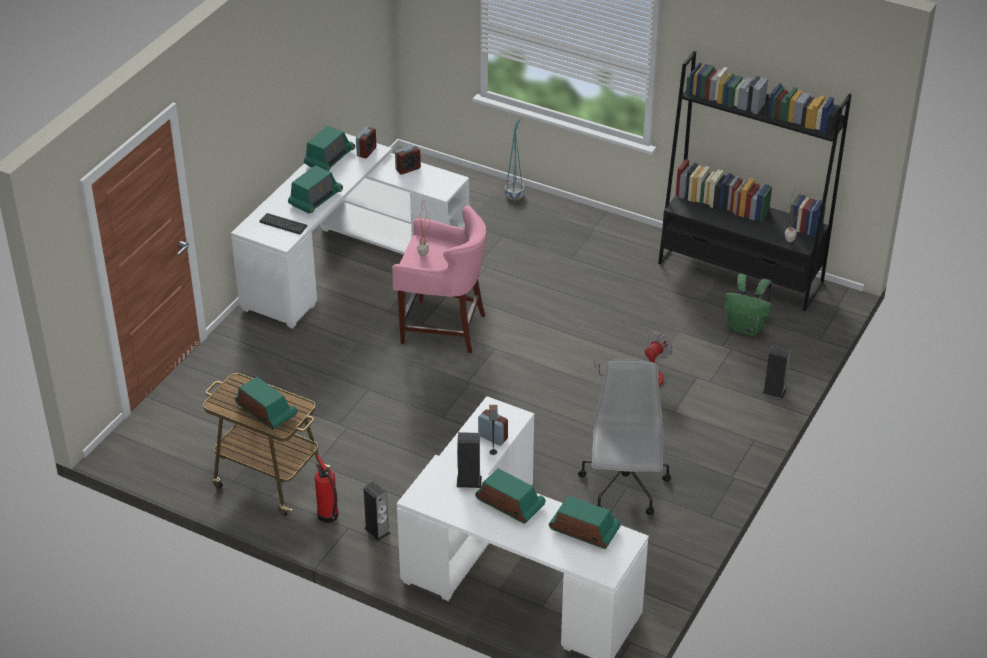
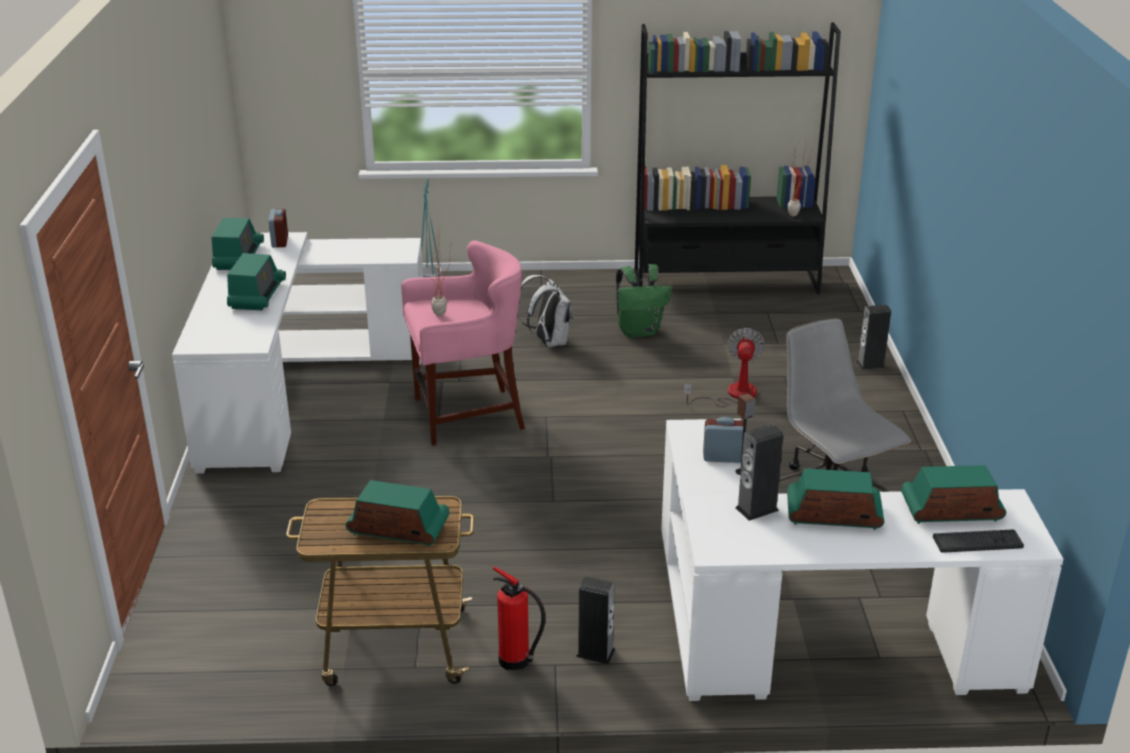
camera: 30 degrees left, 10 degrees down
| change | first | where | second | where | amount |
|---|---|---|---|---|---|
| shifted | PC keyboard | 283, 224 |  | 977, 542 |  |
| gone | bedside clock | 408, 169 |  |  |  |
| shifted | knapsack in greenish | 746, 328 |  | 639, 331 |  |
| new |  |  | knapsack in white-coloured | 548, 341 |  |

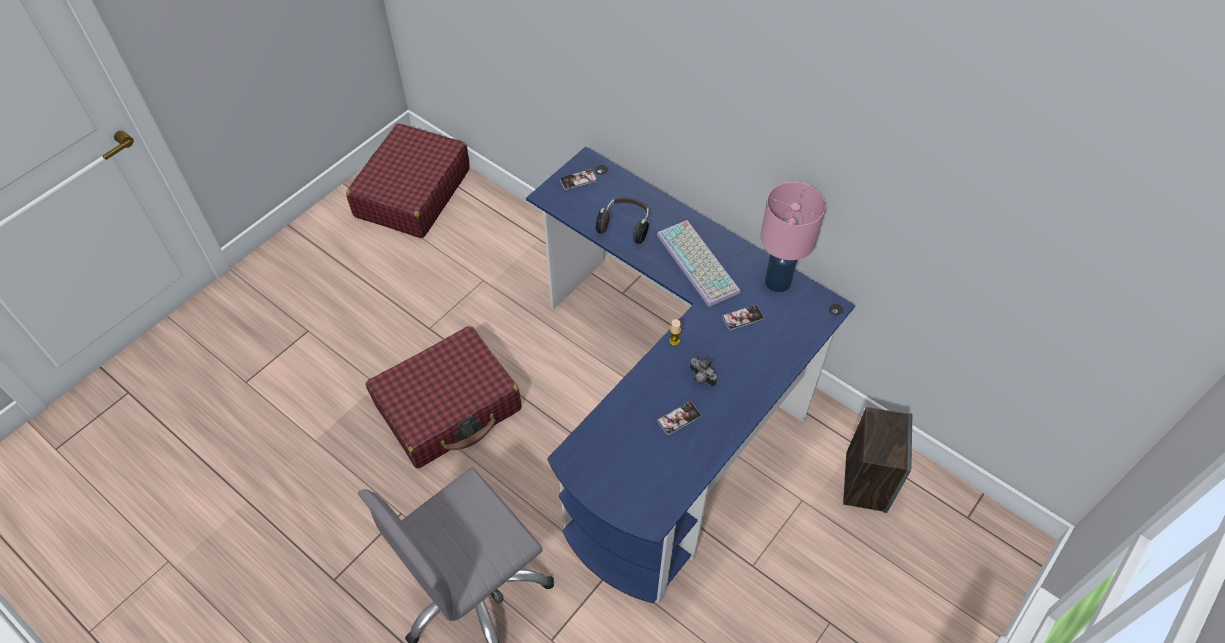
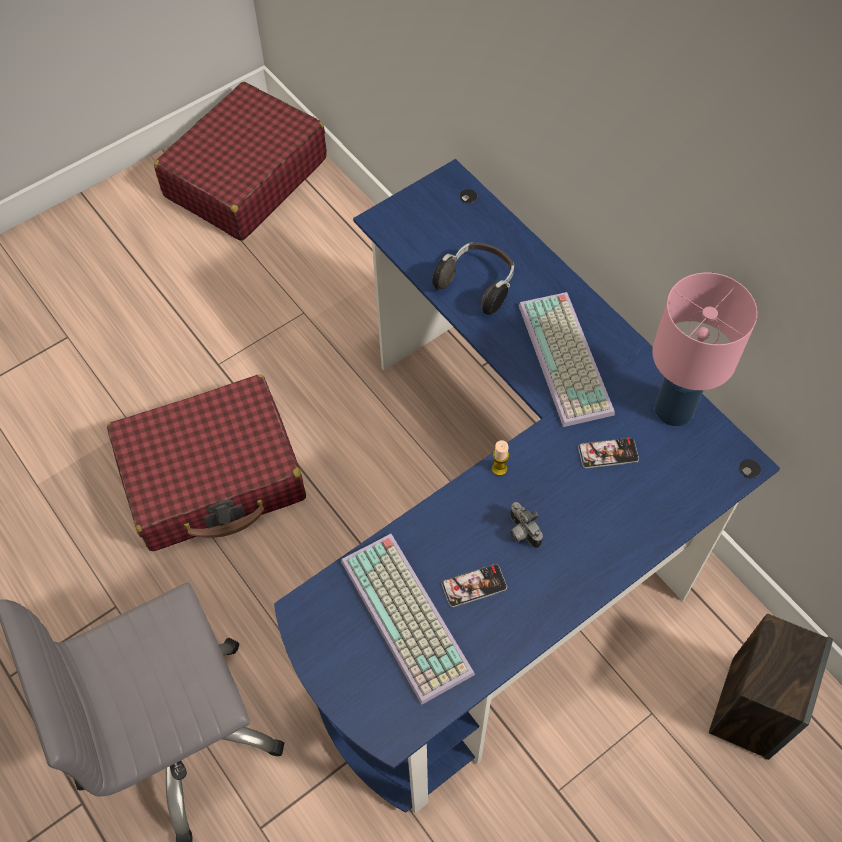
camera: 15 degrees right, 5 degrees up
| change | first | where | second | where | amount |
|---|---|---|---|---|---|
| gone | phone | 578, 180 |  |  |  |
| new |  |  | PC keyboard | 410, 617 |  |

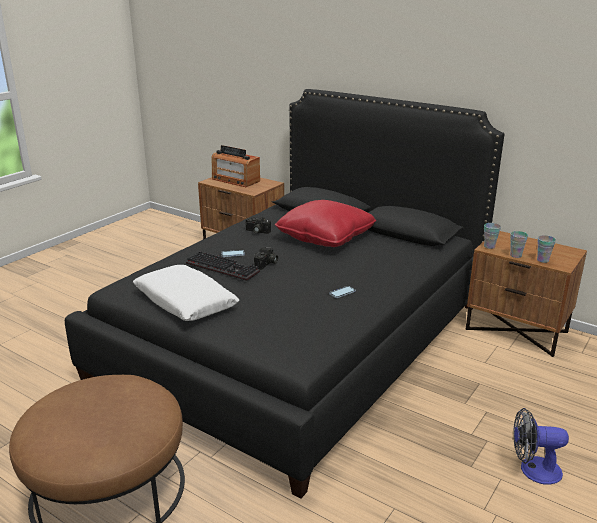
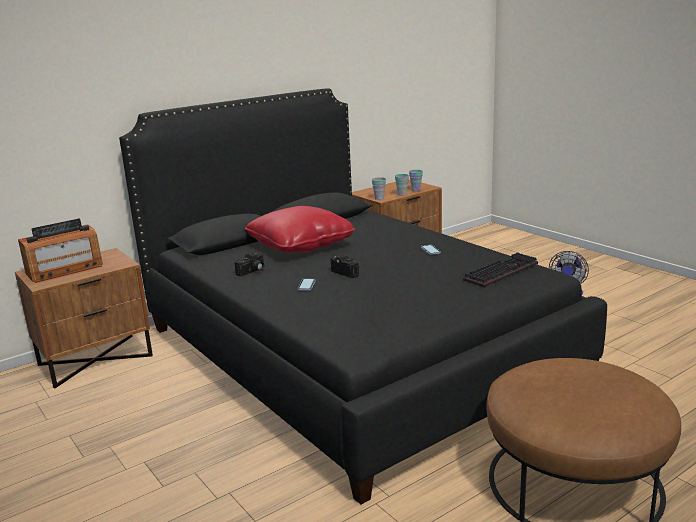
camera: 70 degrees left, 5 degrees down
| change | first | where | second | where | amount |
|---|---|---|---|---|---|
| gone | cushion in white-coloured | 185, 302 |  |  |  |
| shifted | PC keyboard | 224, 267 |  | 501, 271 |  |

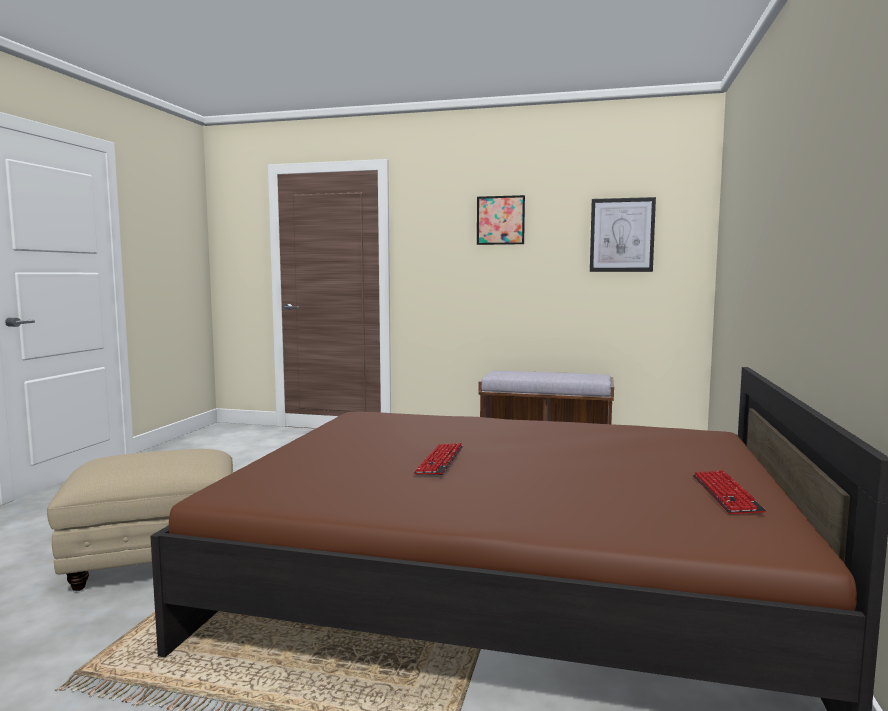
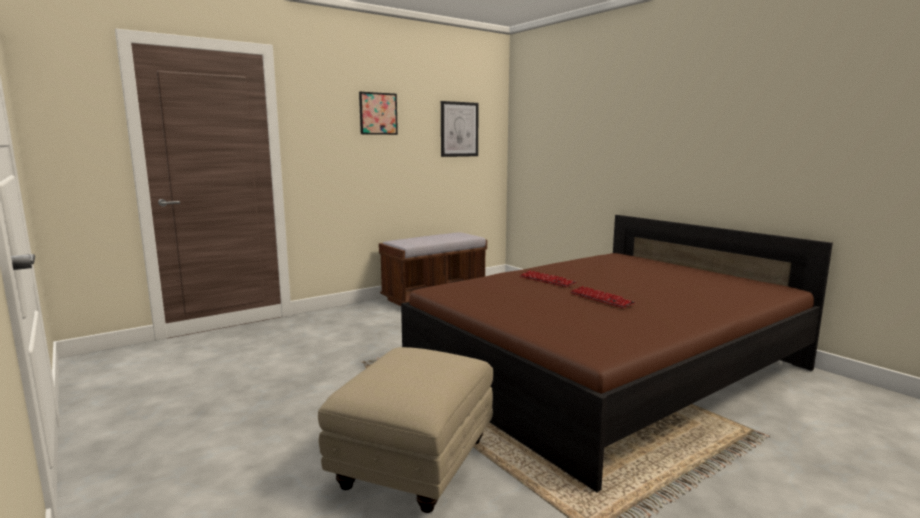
camera: 50 degrees left, 5 degrees up
| change | first | where | second | where | amount |
|---|---|---|---|---|---|
| shifted | PC keyboard | 726, 494 |  | 547, 280 |  |

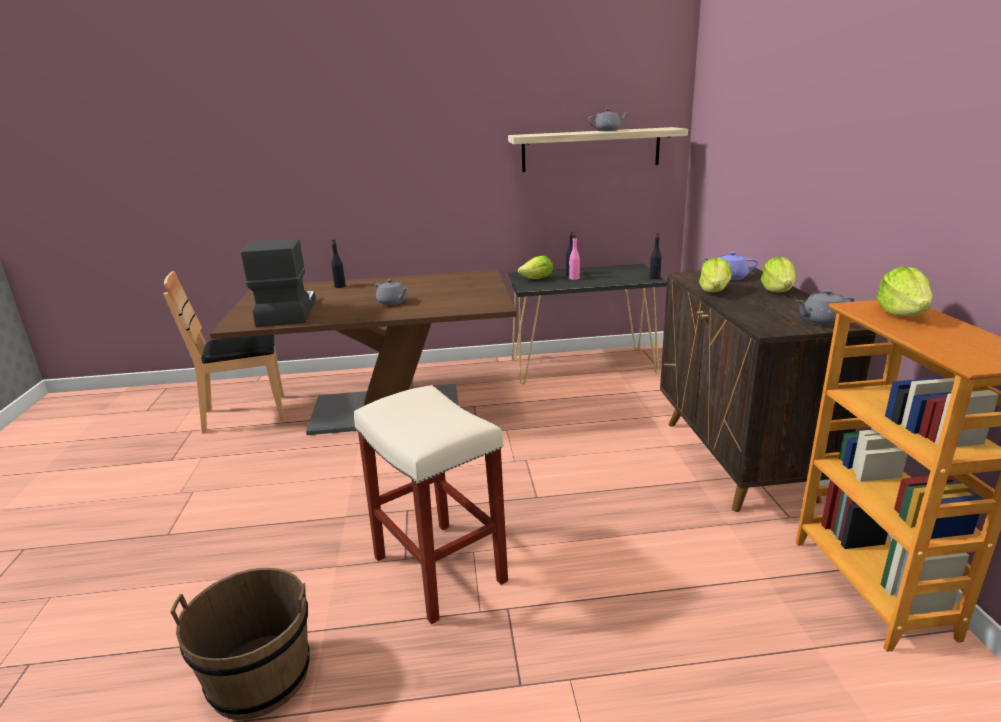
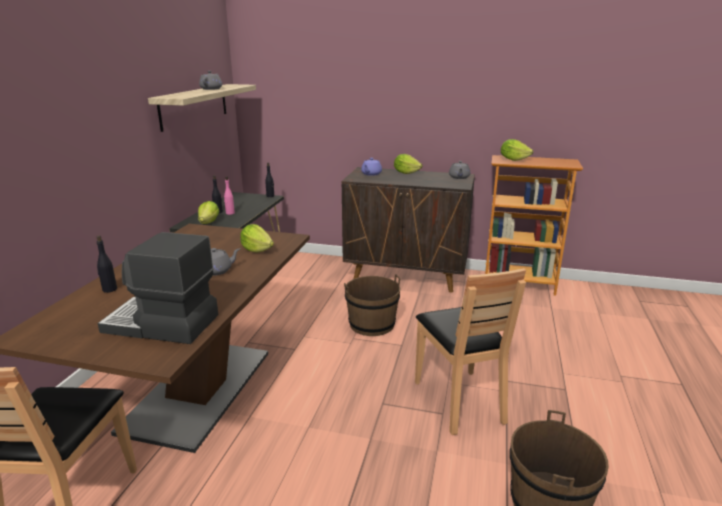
camera: 70 degrees left, 0 degrees up
| change | first | where | second | where | amount |
|---|---|---|---|---|---|
| swapped | sitting stool in beige-coloured | 437, 568 | chair in brownish | 459, 400 |  |
| shifted | lettuce head | 714, 291 |  | 257, 250 |  |
| new |  |  | bucket in brownish | 371, 324 |  |

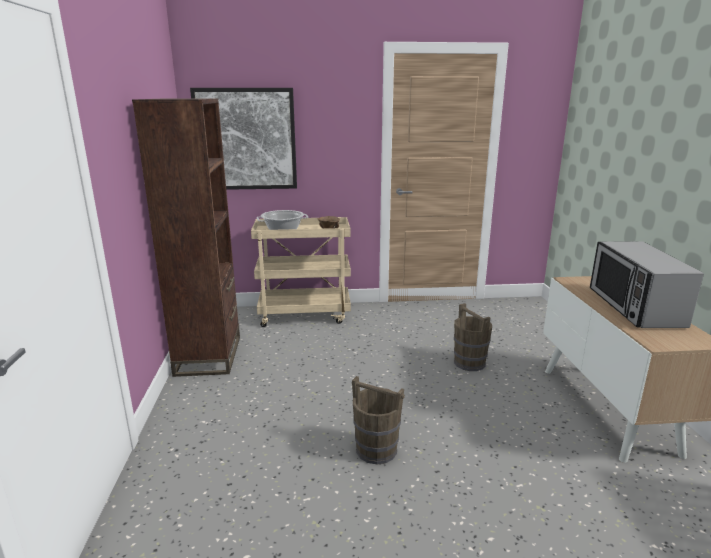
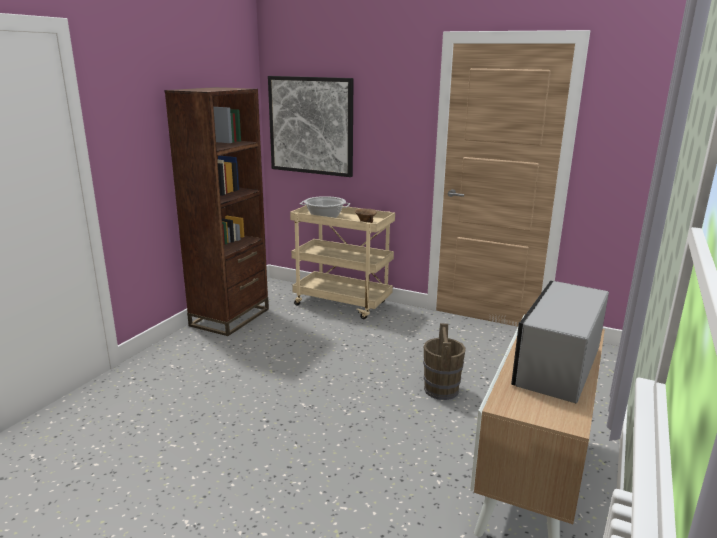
camera: 30 degrees right, 0 degrees up
| change | first | where | second | where | amount |
|---|---|---|---|---|---|
| gone | bucket in brownish | 376, 449 |  |  |  |

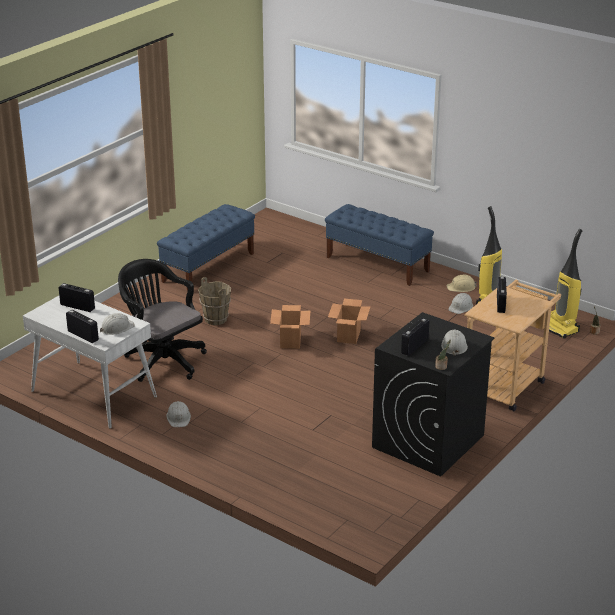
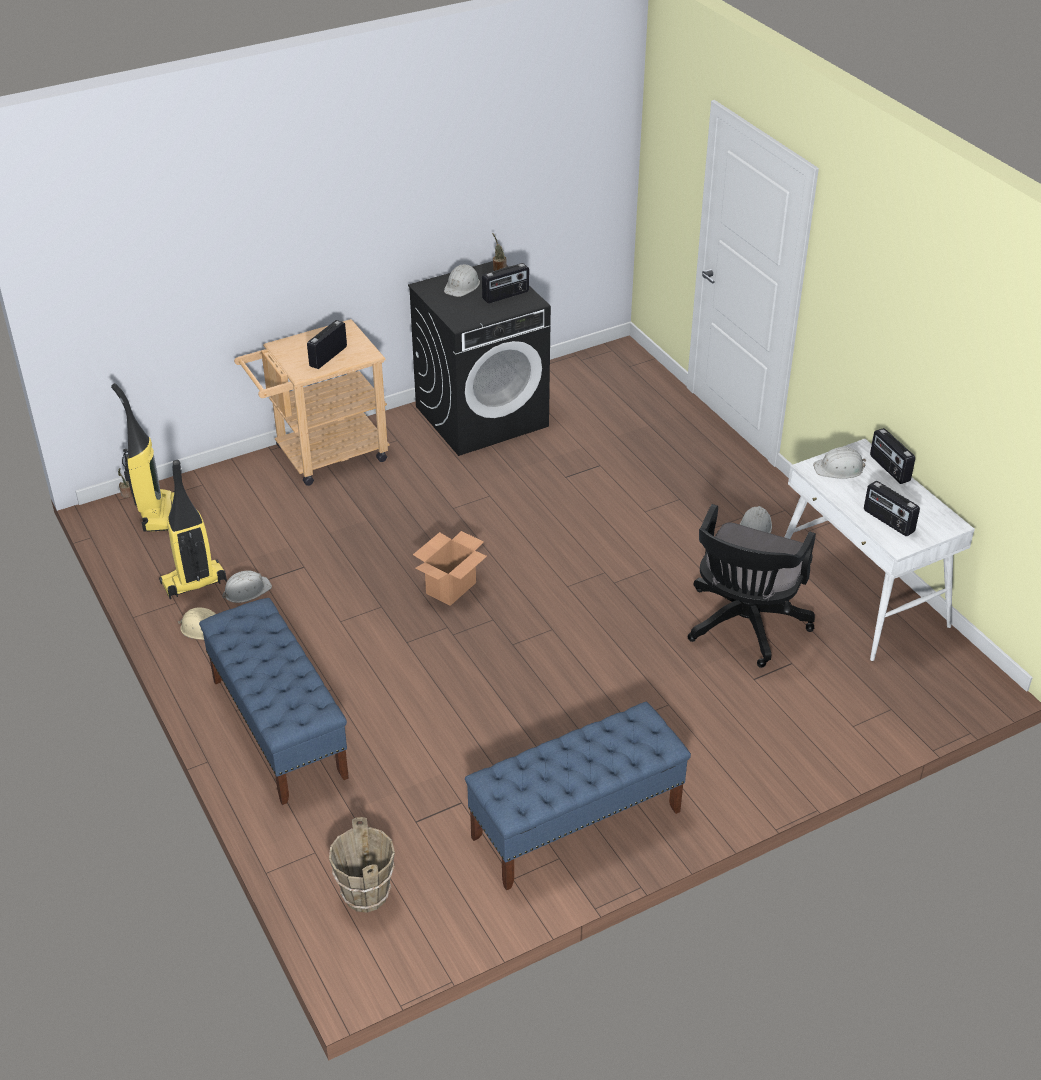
camera: 155 degrees left, 10 degrees up
| change | first | where | second | where | amount |
|---|---|---|---|---|---|
| rotated | computer chair in blackish | 162, 360 |  | 743, 627 | 45 degrees clockwise |
| shifted | bucket in brownish | 216, 319 |  | 365, 894 |  |
| gone | cardboard box | 290, 341 |  |  |  |

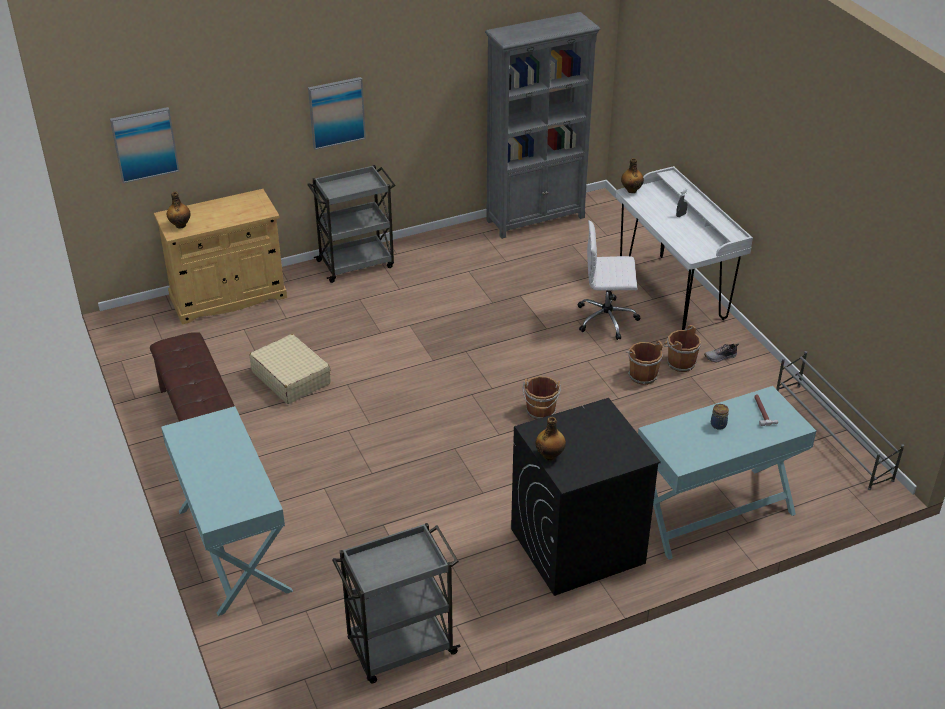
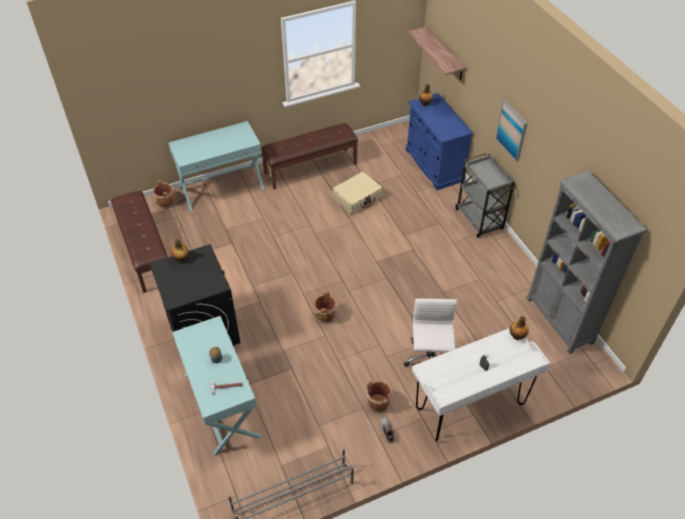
camera: 90 degrees right, 10 degrees up
| change | first | where | second | where | amount |
|---|---|---|---|---|---|
| swapped | wall art | 144, 144 | shelf | 445, 54 |  |
| repainted | cabinet in beige-coloured | 228, 297 | cabinet in bluish | 434, 165 |  |
| swapped | cart in gray | 400, 648 | indoor bench in brownish | 145, 253 |  |
| shifted | bucket in brownish | 642, 375 |  | 167, 202 |  |

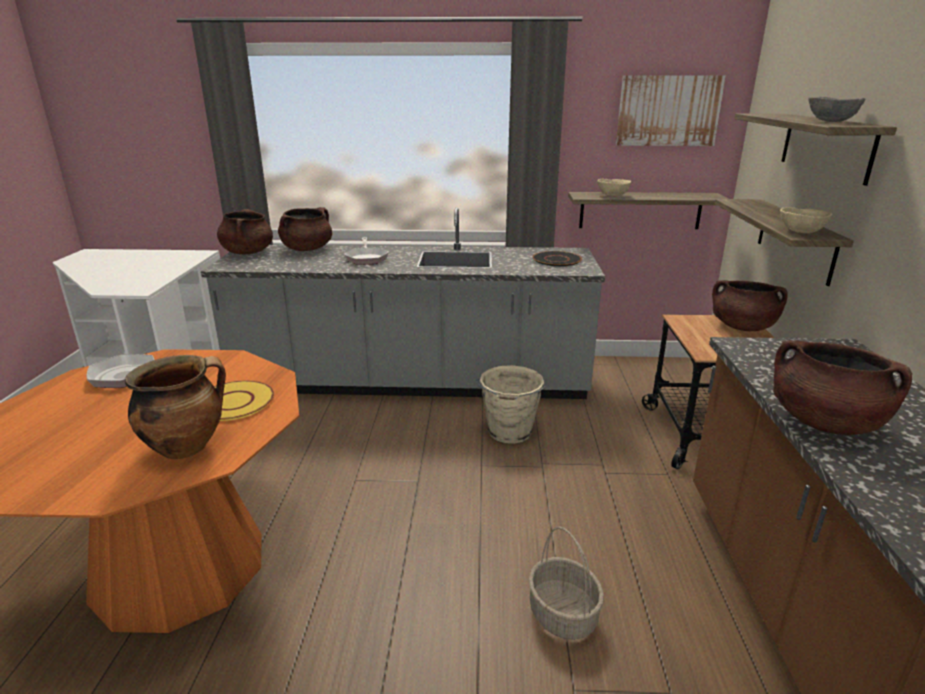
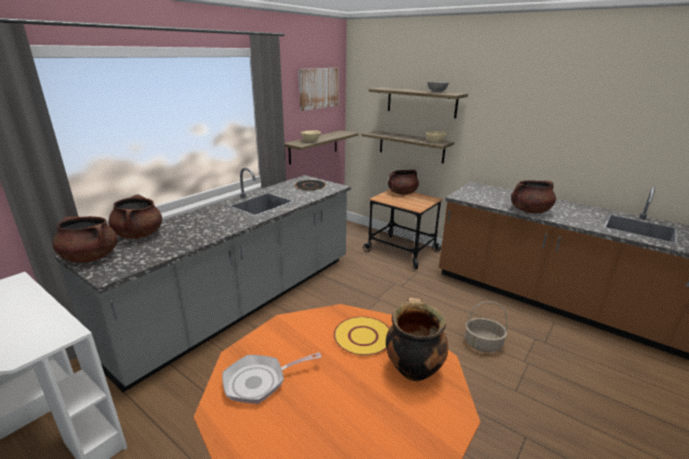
camera: 55 degrees left, 0 degrees up
| change | first | where | second | where | amount |
|---|---|---|---|---|---|
| gone | skillet | 366, 258 |  |  |  |
| gone | bucket in beige-coloured | 509, 433 |  |  |  |

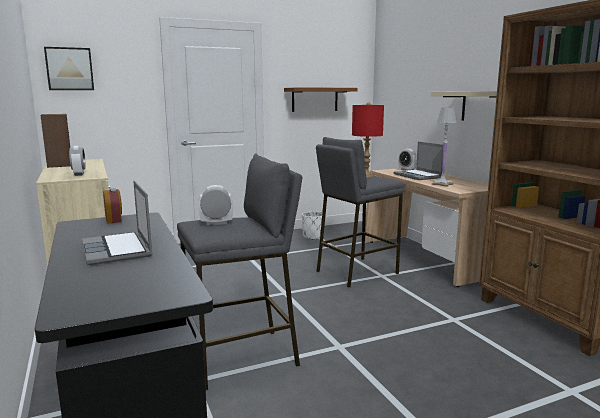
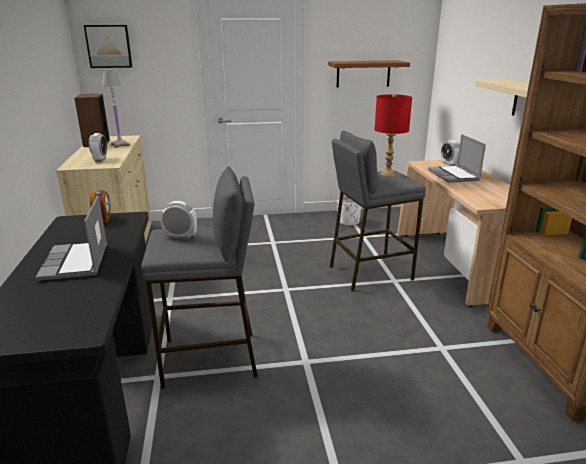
camera: 15 degrees right, 10 degrees up
| change | first | where | second | where | amount |
|---|---|---|---|---|---|
| shifted | table lamp in white-coloured | 442, 184 |  | 120, 145 |  |

